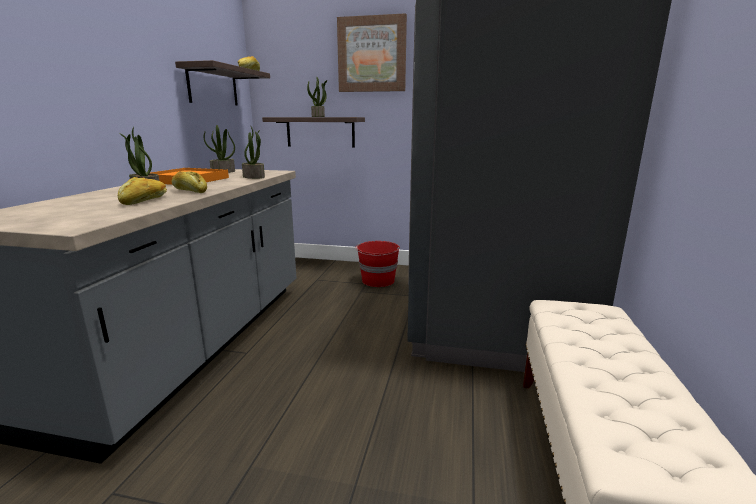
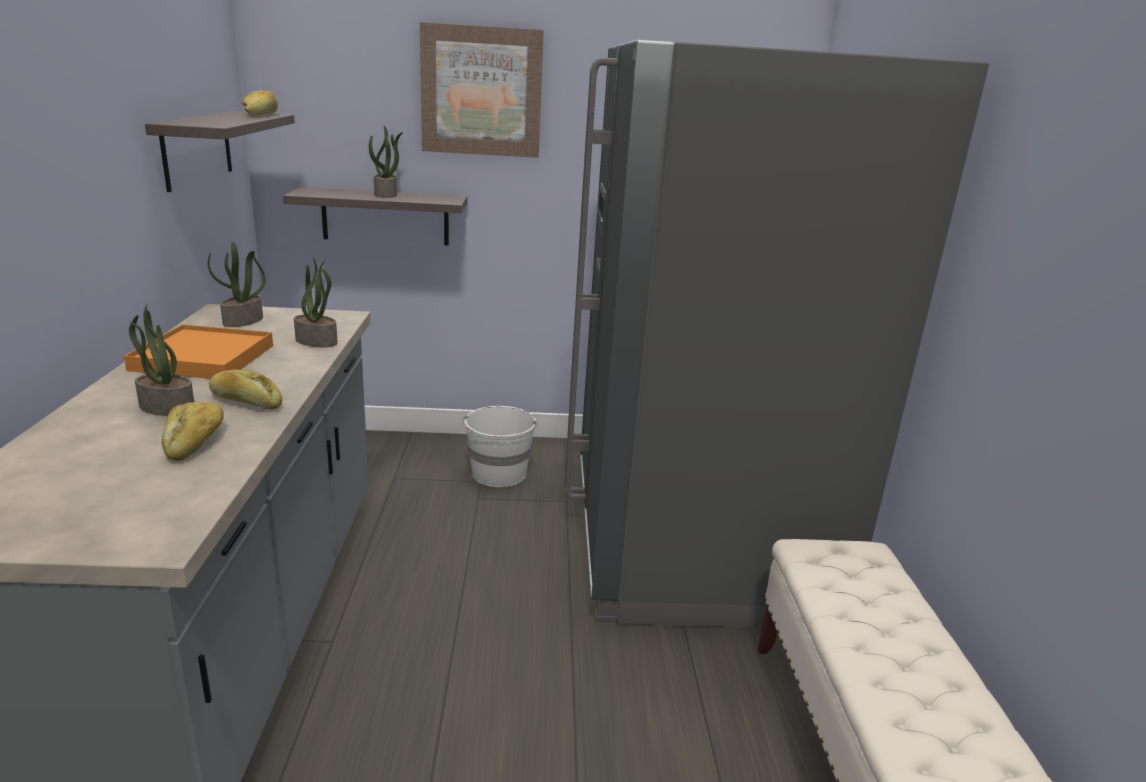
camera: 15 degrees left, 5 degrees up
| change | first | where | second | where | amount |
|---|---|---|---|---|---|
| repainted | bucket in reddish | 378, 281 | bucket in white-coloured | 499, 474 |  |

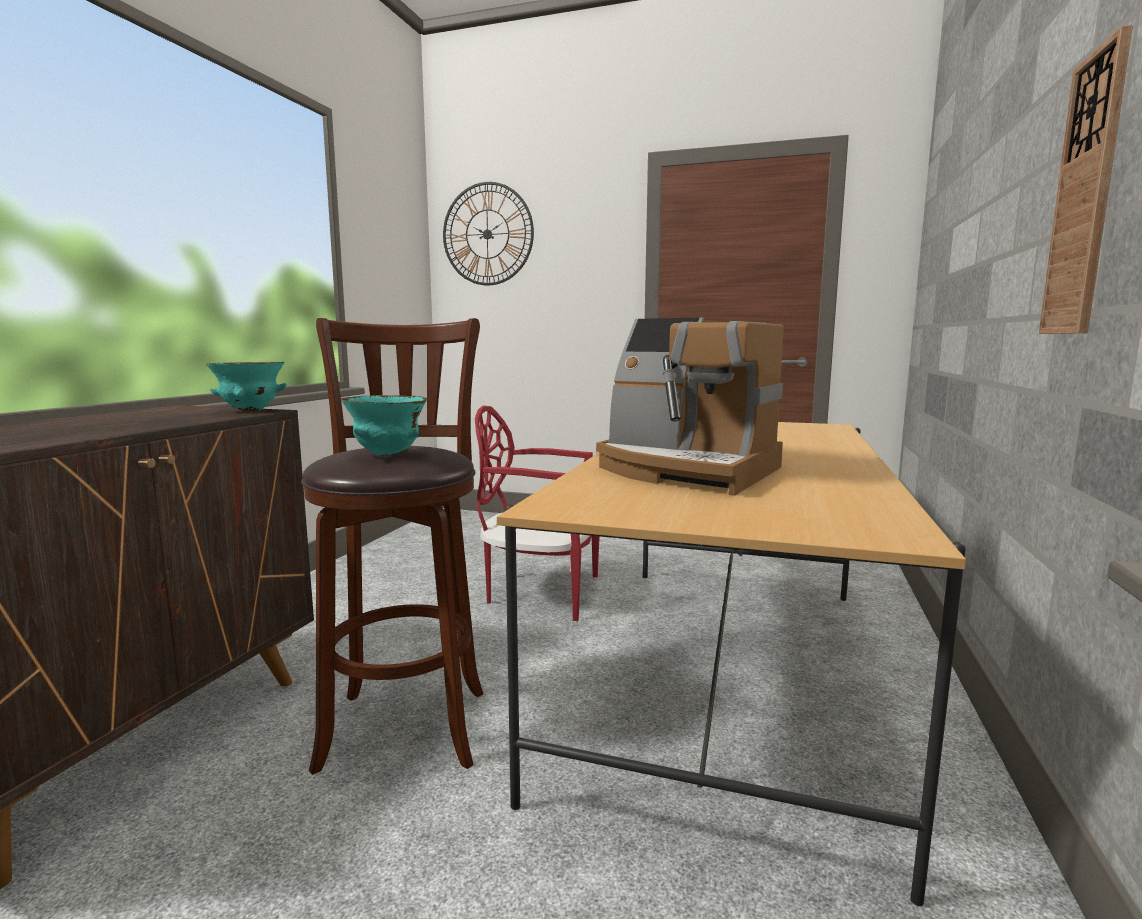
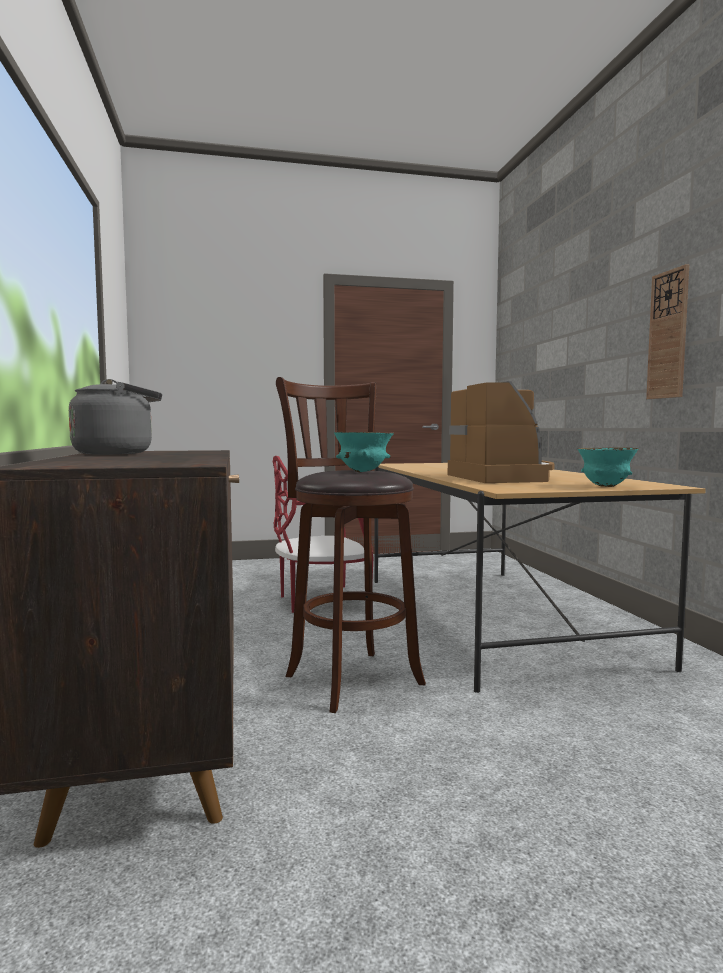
camera: 30 degrees left, 5 degrees down
| change | first | where | second | where | amount |
|---|---|---|---|---|---|
| shifted | deep dish in turquoise | 251, 410 |  | 605, 486 |  |
| gone | hanging clock | 487, 234 |  |  |  |
| rotated | coffee machine | 686, 470 |  | 504, 477 | 105 degrees counterclockwise |
| new |  |  | kettle in gray | 118, 453 |  |

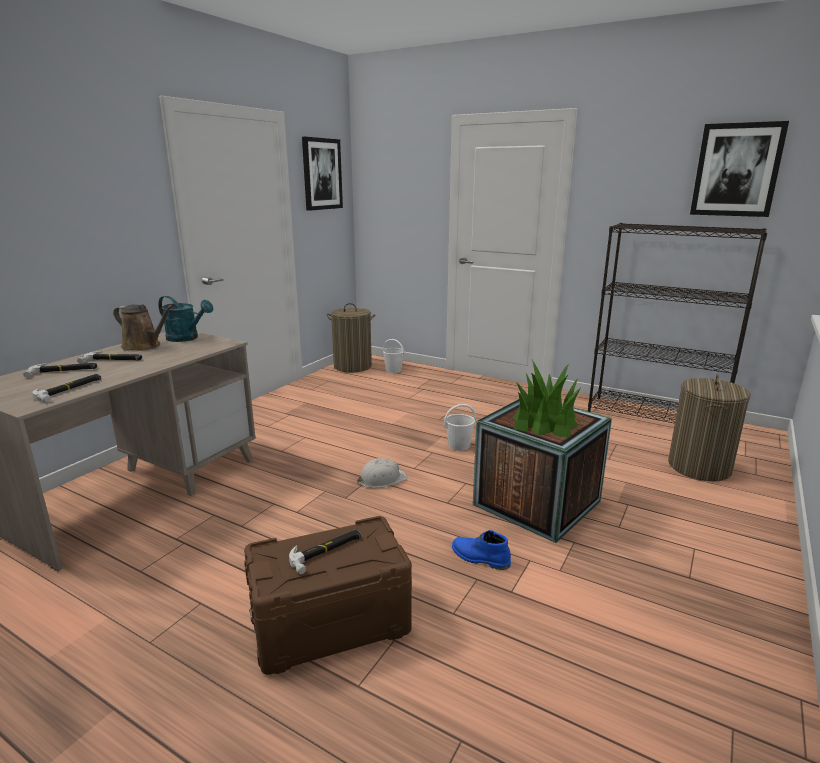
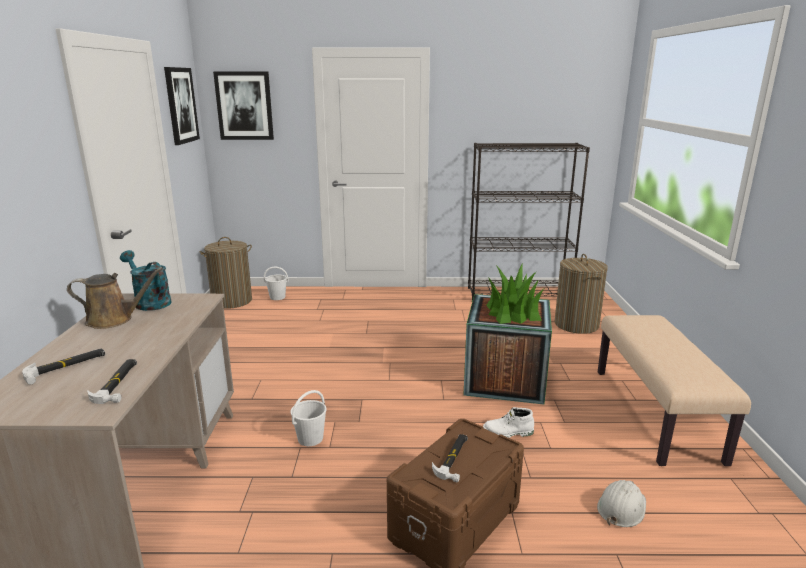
camera: 30 degrees left, 0 degrees up
| change | first | where | second | where | amount |
|---|---|---|---|---|---|
| gone | hand hammer | 112, 360 |  |  |  |
| rotated | sprinkling can in turquoise | 187, 338 |  | 149, 302 | 135 degrees counterclockwise |
| shifted | work helmet in white-coloured | 382, 479 |  | 621, 507 |  |
| shifted | bucket in white-coloured | 459, 446 |  | 310, 438 |  |
| repainted | boot in bluish | 479, 558 | boot in white-coloured | 508, 433 |  |
| shifted | wall art | 736, 170 |  | 244, 106 |  |
| new |  |  | indoor bench in beige-coloured | 656, 414 |  |

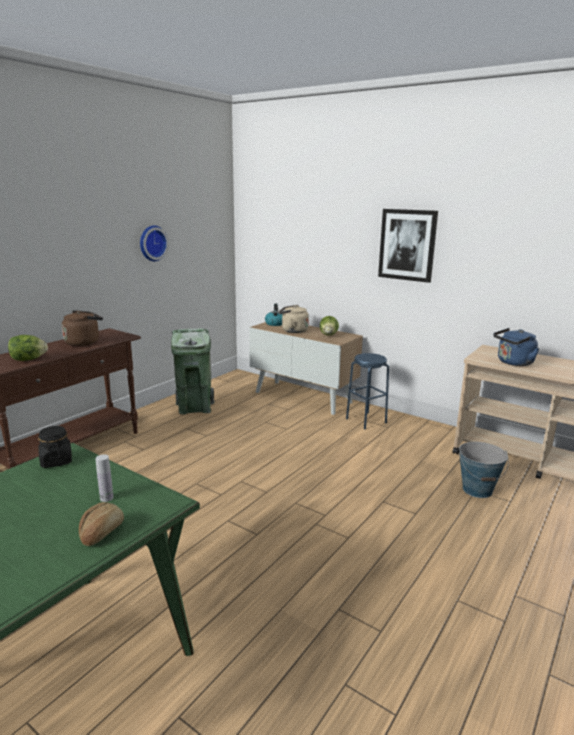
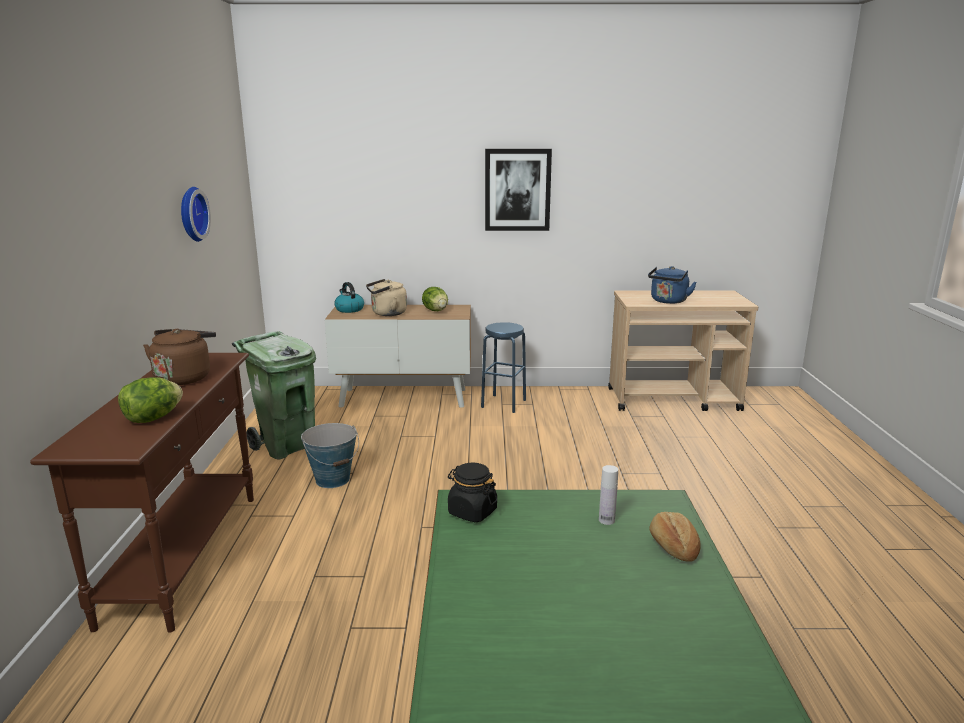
camera: 35 degrees left, 0 degrees up
| change | first | where | second | where | amount |
|---|---|---|---|---|---|
| shifted | bucket | 477, 490 |  | 333, 479 |  |

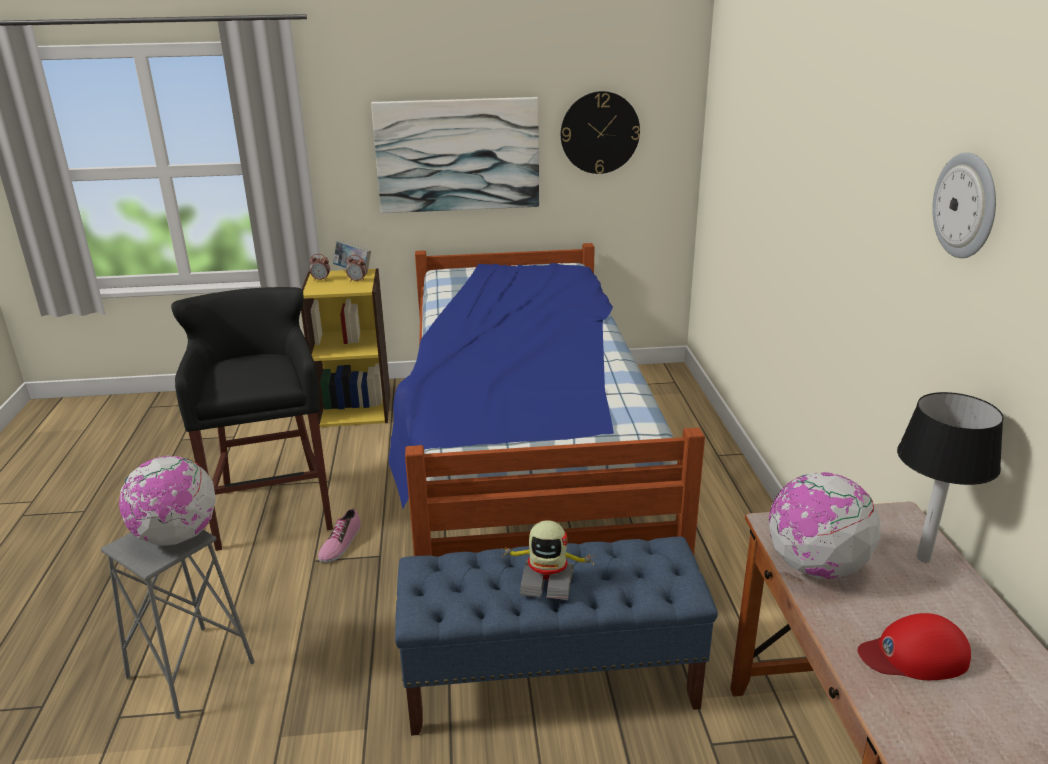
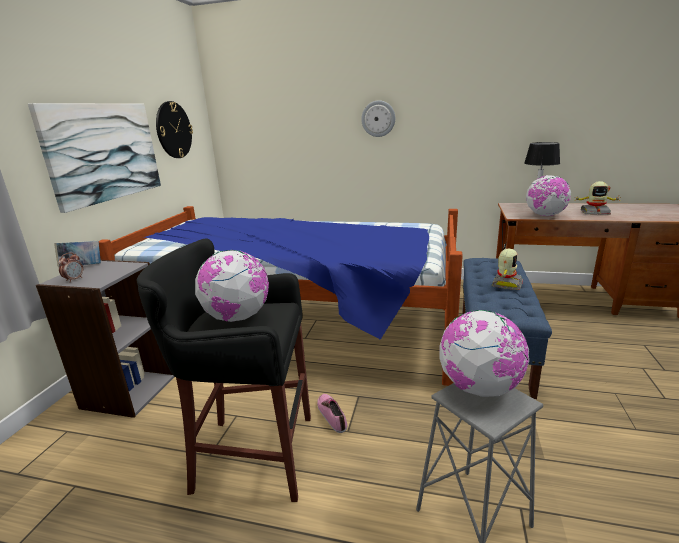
camera: 70 degrees left, 5 degrees down
| change | first | where | second | where | amount |
|---|---|---|---|---|---|
| repainted | bookcase in yellow | 355, 408 | bookcase in gray | 128, 391 |  |
| rotated | item of footwear | 340, 543 |  | 332, 415 | 150 degrees counterclockwise |
| gone | bedside clock | 357, 281 |  |  |  |
| swapped | cap in reddish | 914, 655 | model robot | 594, 212 |  |
| shifted | hanging clock | 966, 205 |  | 378, 118 |  |
| new |  |  | world globe | 237, 317 |  |

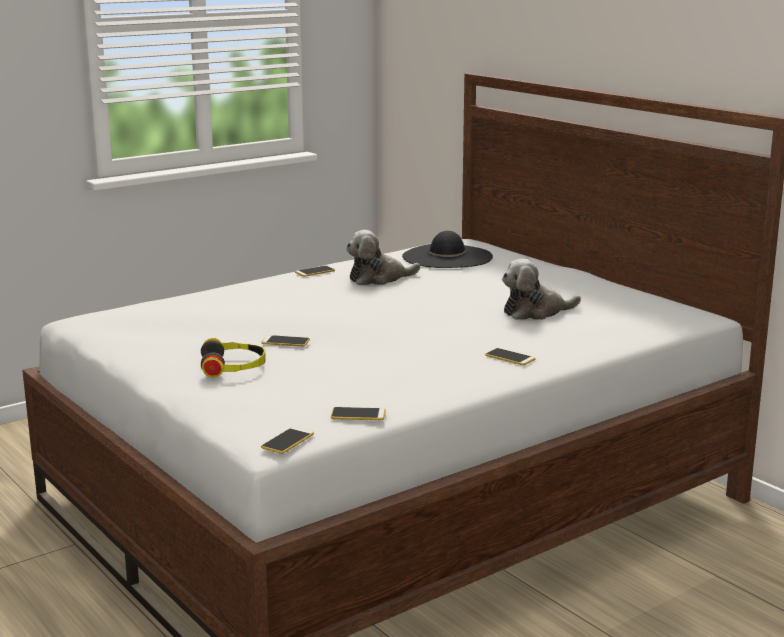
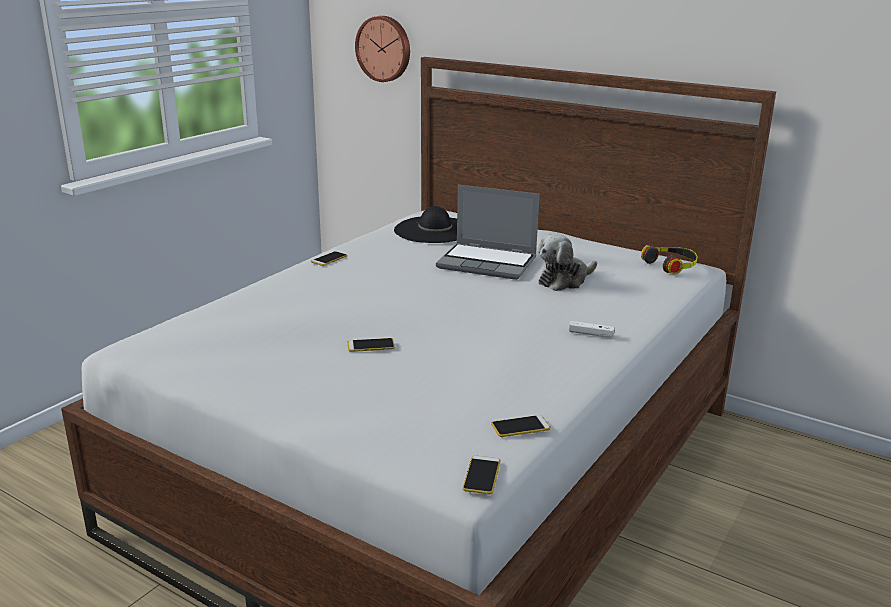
camera: 20 degrees left, 5 degrees up
| change | first | where | second | where | amount |
|---|---|---|---|---|---|
| shifted | pair of headphones | 233, 367 |  | 671, 265 |  |
| gone | plush toy | 378, 278 |  |  |  |
| swapped | phone | 510, 357 | joypad in white-coloured | 591, 334 |  |
| new |  |  | hanging clock | 384, 48 |  |
| new |  |  | portable computer | 488, 263 |  |

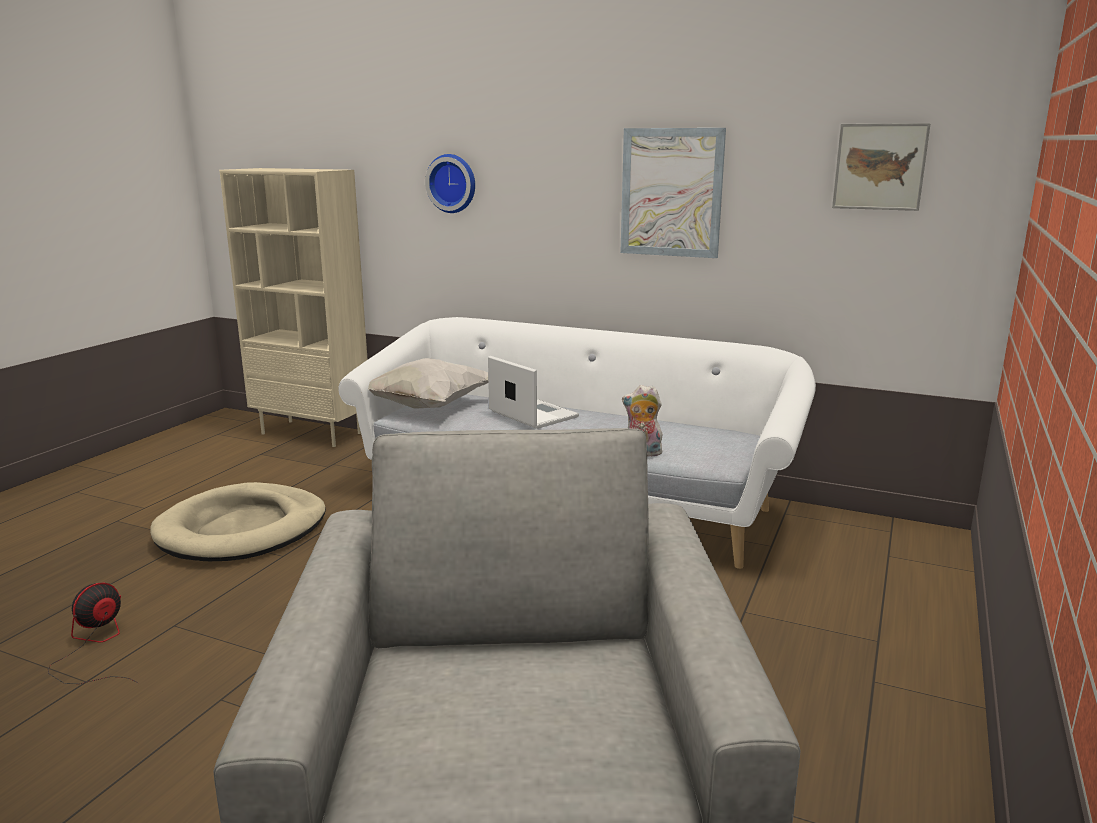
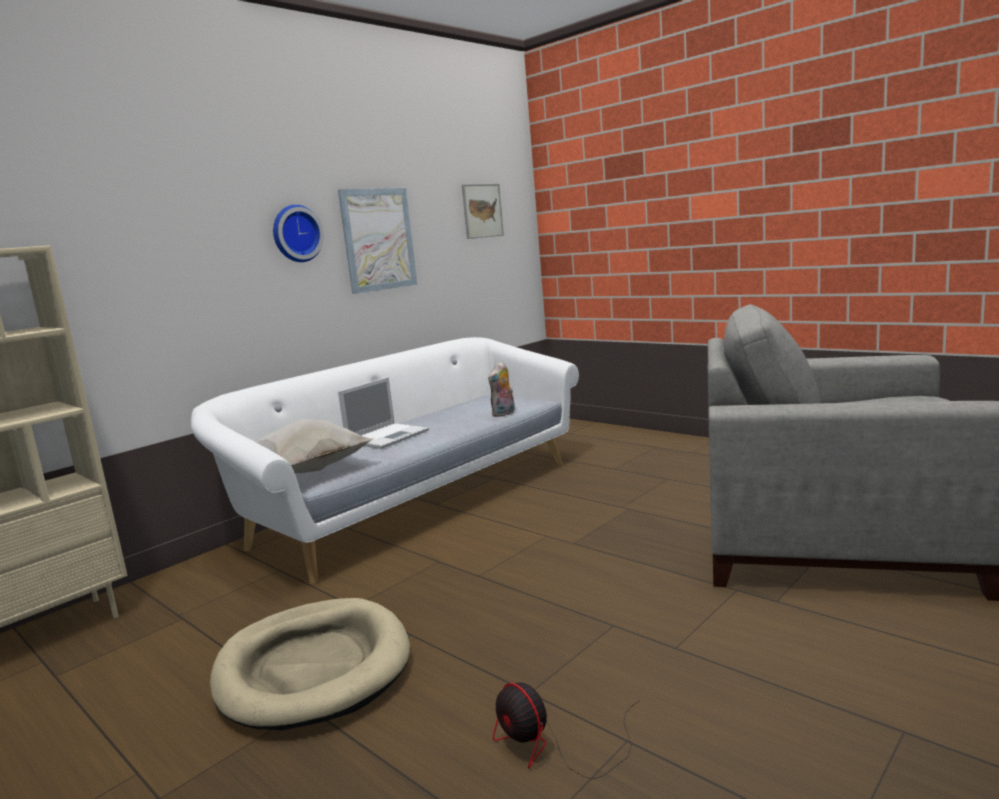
camera: 70 degrees left, 5 degrees down
| change | first | where | second | where | amount |
|---|---|---|---|---|---|
| shifted | hanging clock | 452, 183 |  | 296, 234 |  |
| rotated | portable computer | 532, 414 |  | 388, 436 | 150 degrees clockwise |

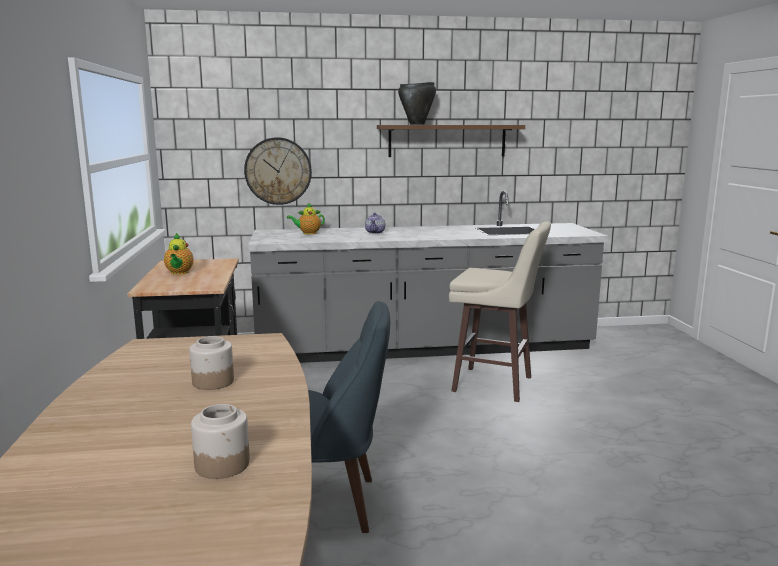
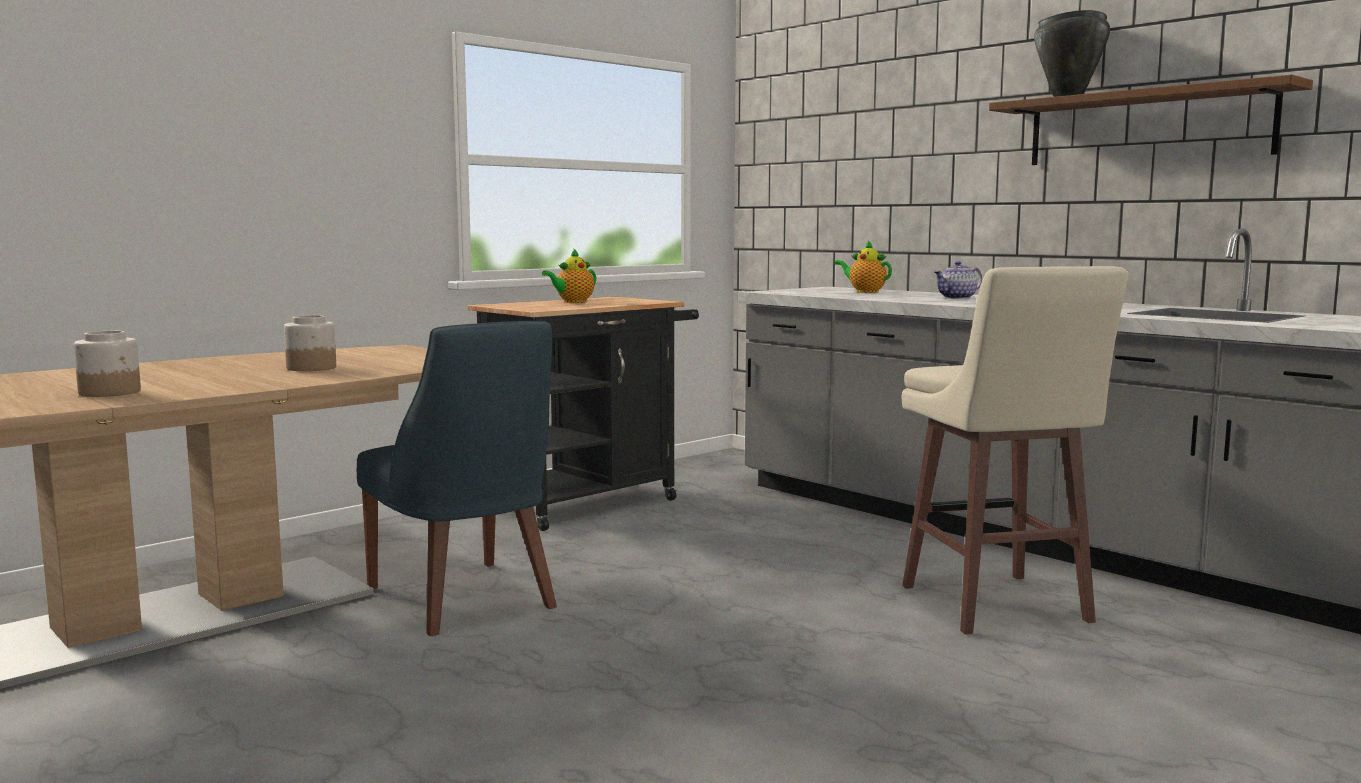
camera: 55 degrees right, 5 degrees down
| change | first | where | second | where | amount |
|---|---|---|---|---|---|
| gone | hanging clock | 278, 171 |  |  |  |

